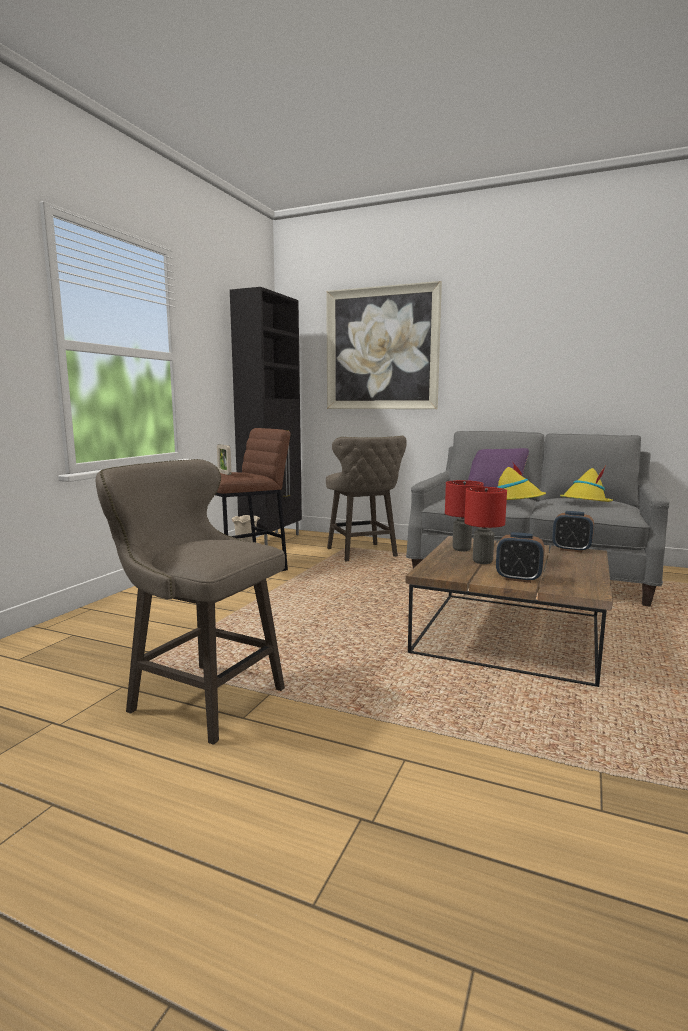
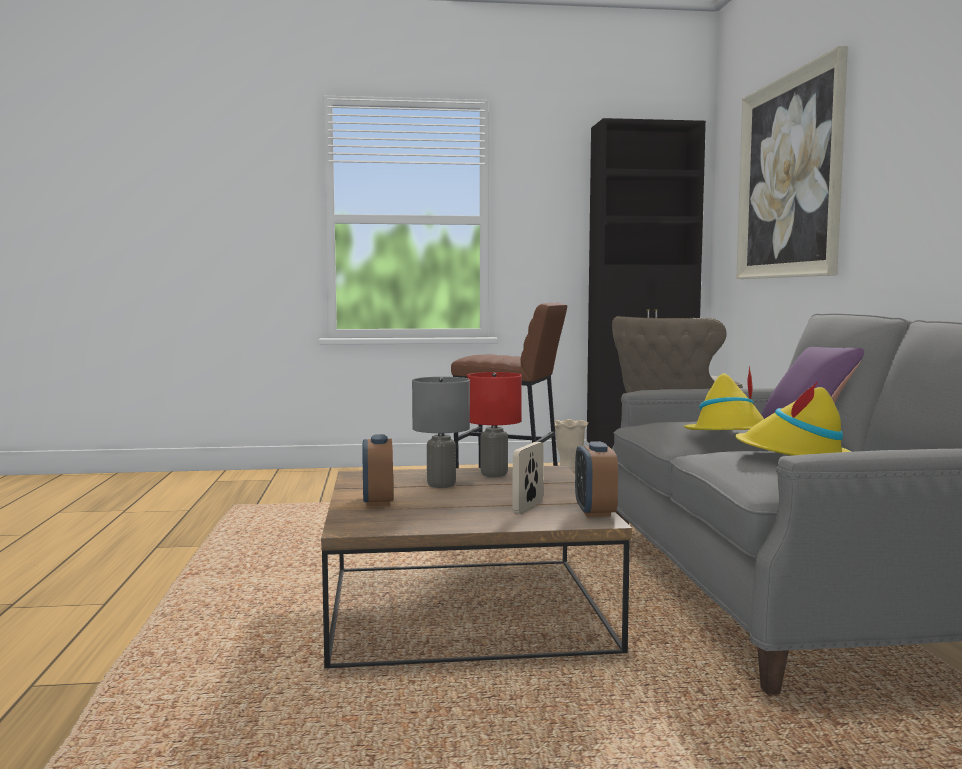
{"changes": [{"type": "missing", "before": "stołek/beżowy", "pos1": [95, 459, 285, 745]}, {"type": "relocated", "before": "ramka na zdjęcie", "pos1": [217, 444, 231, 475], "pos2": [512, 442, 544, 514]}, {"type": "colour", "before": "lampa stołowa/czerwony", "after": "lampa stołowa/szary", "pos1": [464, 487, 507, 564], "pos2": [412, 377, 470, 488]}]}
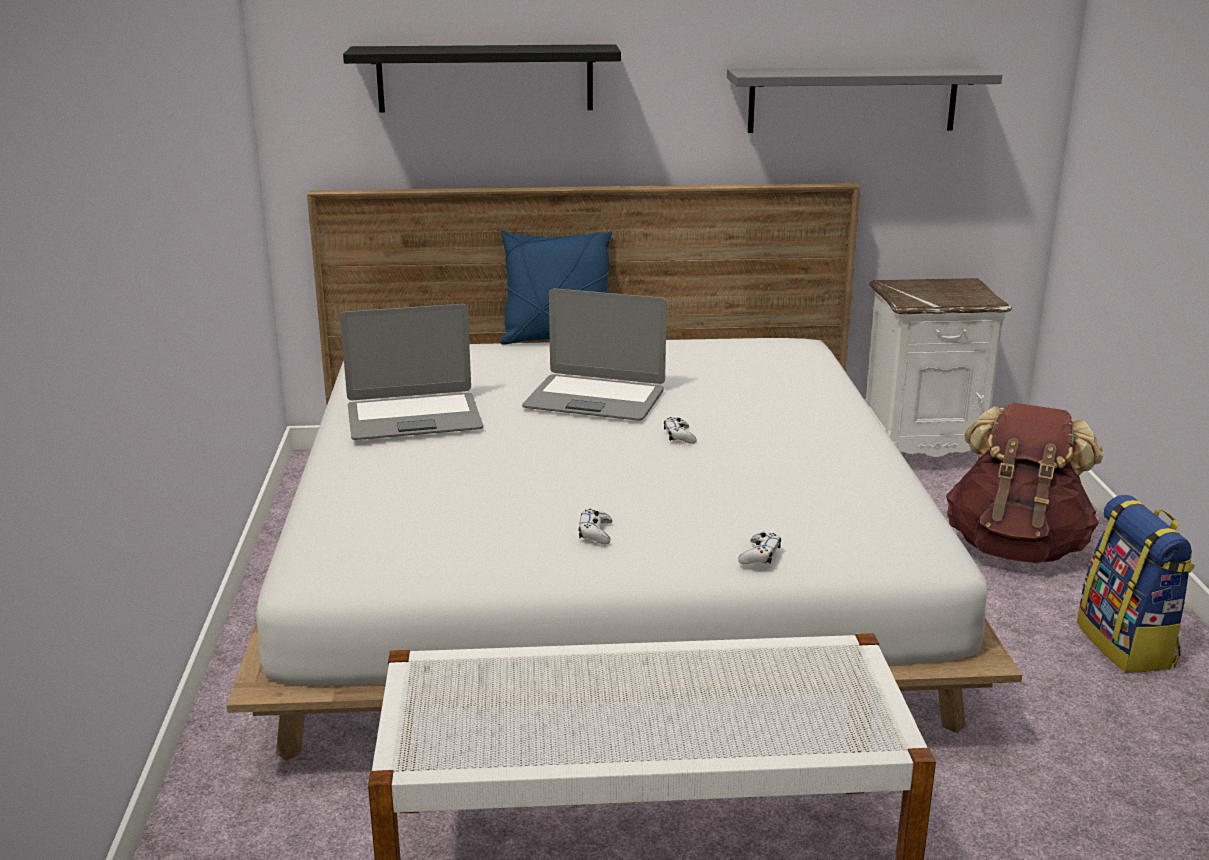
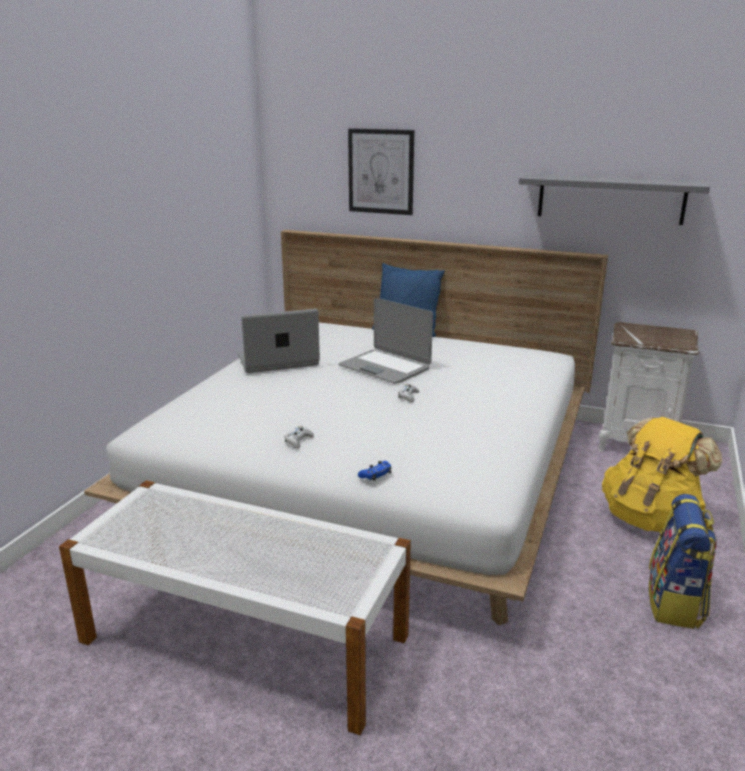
{"changes": [{"type": "exchanged", "before": "półka/czarny", "after": "obraz", "pos1": [343, 44, 621, 113], "pos2": [348, 128, 414, 215]}, {"type": "colour", "before": "pad do gier/biały", "after": "pad do gier/niebieski", "pos1": [738, 531, 781, 564], "pos2": [358, 461, 391, 481]}, {"type": "colour", "before": "plecak/brązowy", "after": "plecak/żółty", "pos1": [946, 403, 1103, 563], "pos2": [602, 417, 723, 532]}, {"type": "spun", "before": "laptop", "pos1": [340, 304, 483, 440], "pos2": [238, 309, 320, 373], "turn": 150}]}
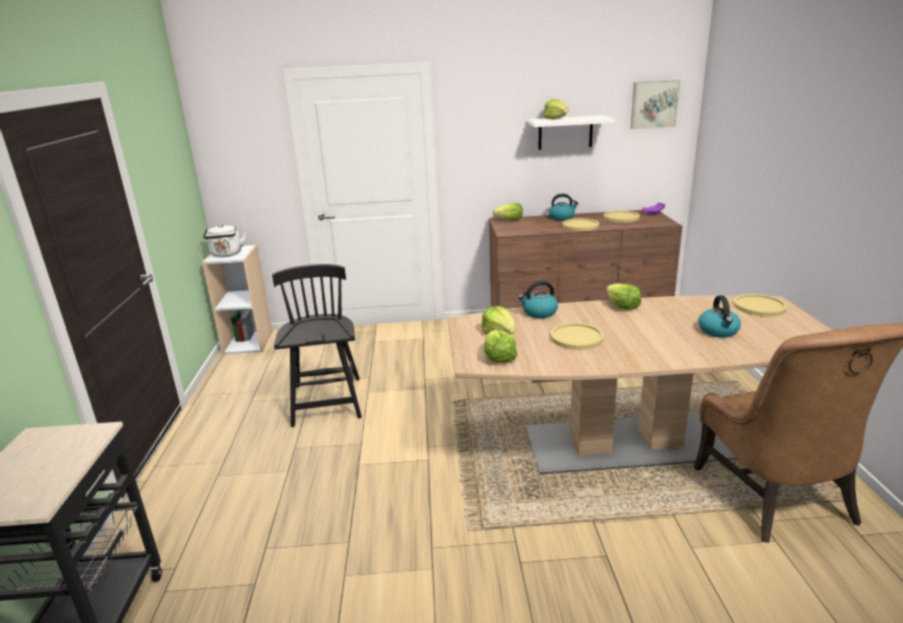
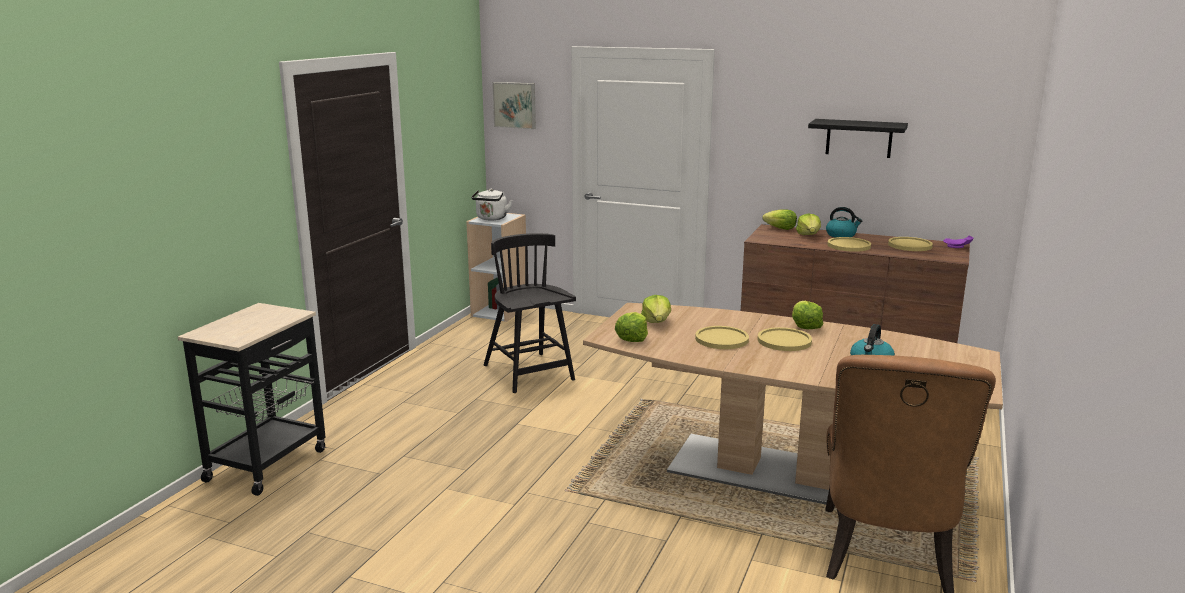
{"changes": [{"type": "missing", "before": "czajnik", "pos1": [518, 281, 558, 318]}, {"type": "relocated", "before": "sałata", "pos1": [544, 99, 568, 120], "pos2": [796, 213, 821, 235]}, {"type": "relocated", "before": "obraz", "pos1": [630, 80, 680, 129], "pos2": [492, 82, 536, 129]}, {"type": "relocated", "before": "talerz/żółty", "pos1": [733, 294, 787, 317], "pos2": [758, 327, 812, 351]}, {"type": "colour", "before": "półka/biały", "after": "półka/czarny", "pos1": [528, 115, 615, 150], "pos2": [808, 119, 908, 158]}, {"type": "spun", "before": "krzesło/czarny", "pos1": [272, 264, 362, 427], "pos2": [484, 233, 576, 393], "turn": -45}]}
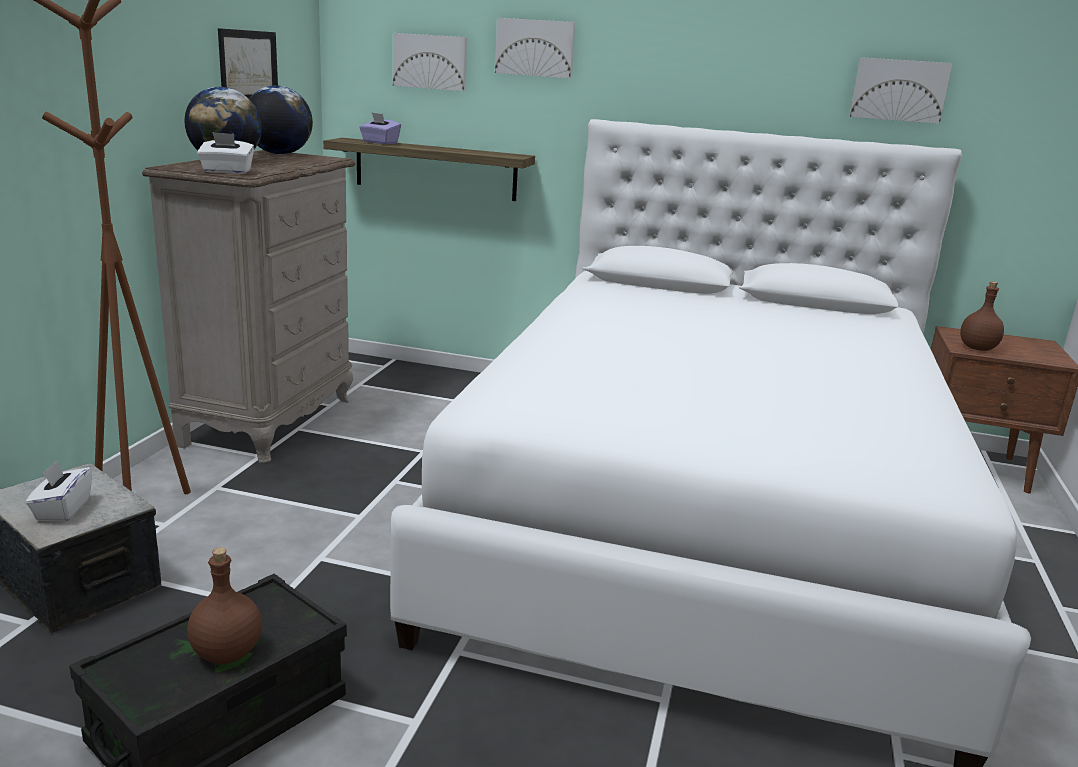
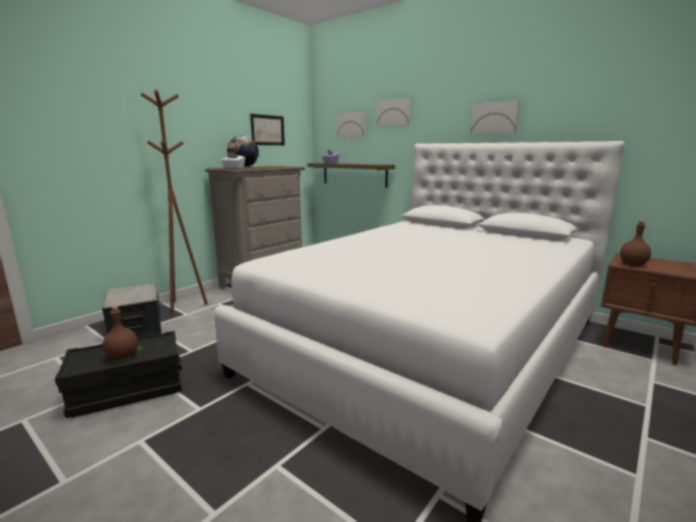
{"changes": [{"type": "missing", "before": "pudełko chusteczek/biały", "pos1": [26, 461, 92, 522]}, {"type": "missing", "before": "globus", "pos1": [249, 85, 313, 154]}, {"type": "relocated", "before": "obraz", "pos1": [849, 57, 953, 124], "pos2": [471, 100, 520, 134]}]}
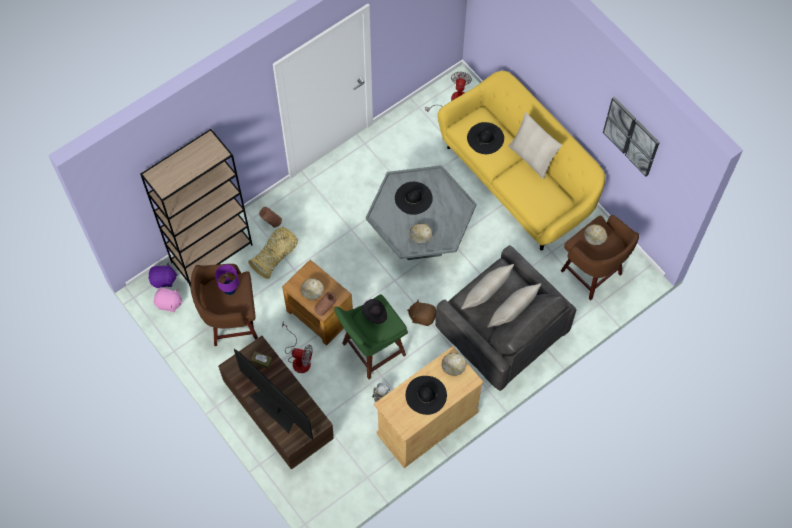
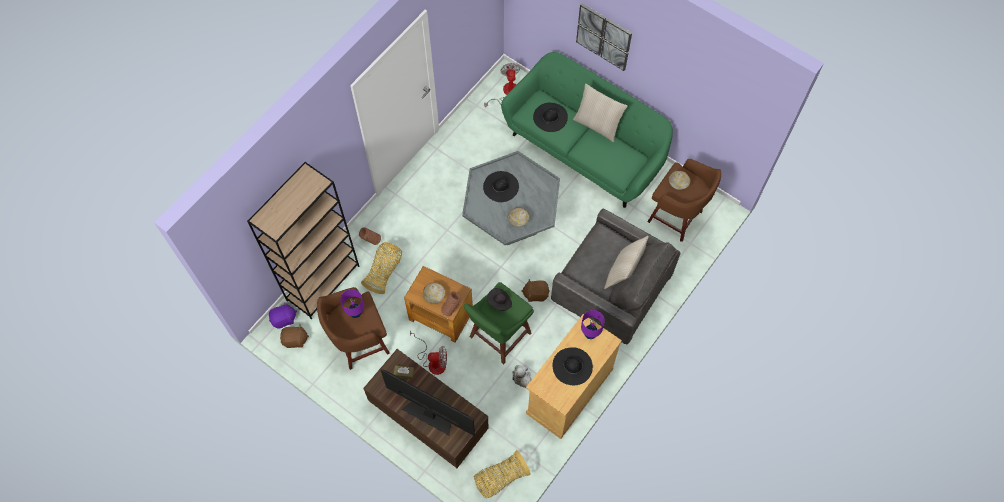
{"changes": [{"type": "missing", "before": "poduszka/beżowy", "pos1": [461, 264, 514, 310]}, {"type": "appeared", "after": "koszyk", "pos2": [474, 450, 531, 498]}, {"type": "relocated", "before": "obraz", "pos1": [603, 97, 660, 177], "pos2": [576, 3, 632, 71]}, {"type": "exchanged", "before": "miska", "after": "lampa stołowa/fioletowy", "pos1": [442, 353, 466, 376], "pos2": [581, 310, 605, 339]}, {"type": "colour", "before": "pluszak/różowy", "after": "pluszak/brązowy", "pos1": [154, 288, 183, 312], "pos2": [280, 325, 309, 348]}, {"type": "colour", "before": "kanapa/żółty", "after": "kanapa/zielony", "pos1": [437, 71, 605, 251], "pos2": [501, 52, 673, 208]}]}
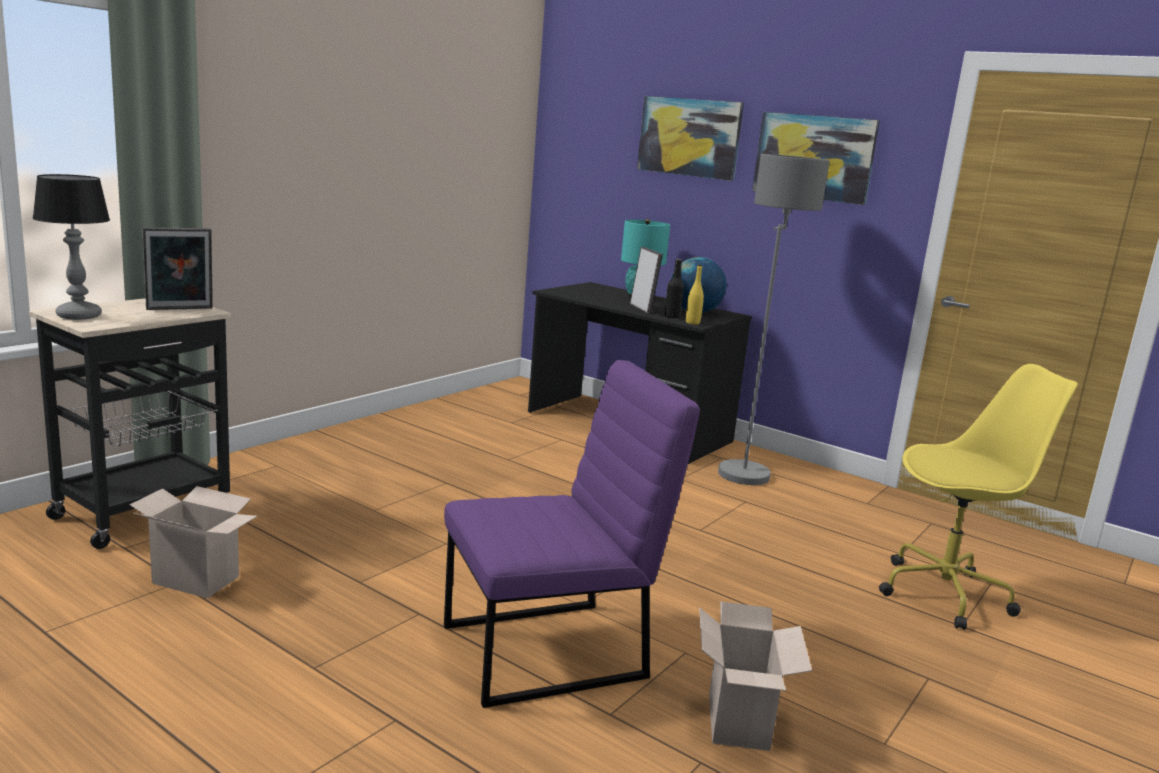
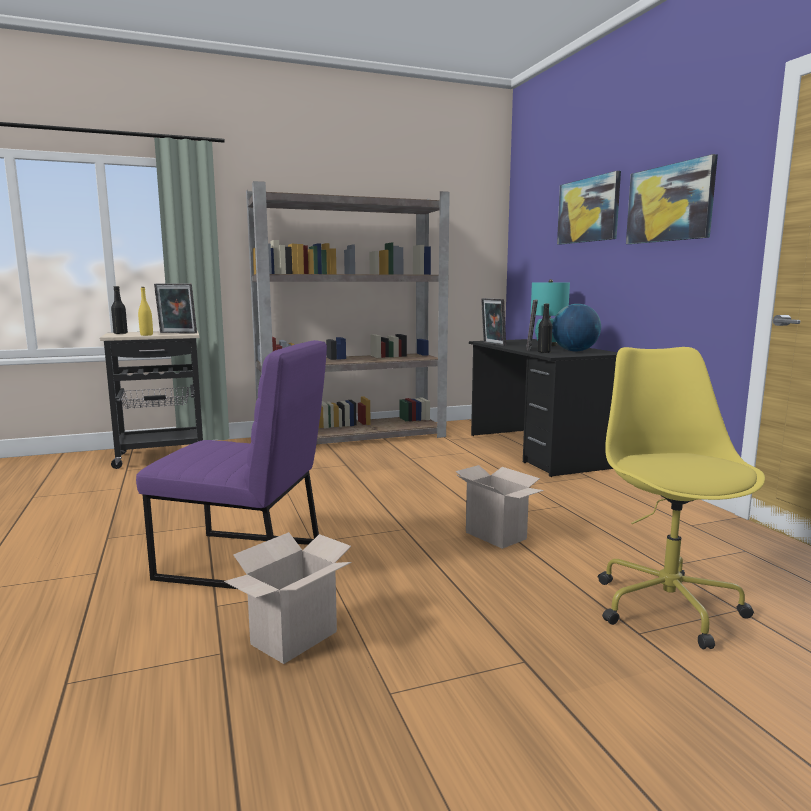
{"changes": [{"type": "missing", "before": "lampa stojąca/szary", "pos1": [718, 154, 829, 485]}, {"type": "appeared", "after": "regał/brązowy", "pos2": [246, 181, 450, 444]}, {"type": "appeared", "after": "ramka na zdjęcie", "pos2": [481, 298, 506, 346]}, {"type": "relocated", "before": "karton", "pos1": [130, 486, 257, 598], "pos2": [456, 465, 544, 549]}, {"type": "relocated", "before": "butelka/żółty", "pos1": [686, 264, 704, 325], "pos2": [138, 287, 153, 336]}, {"type": "exchanged", "before": "lampa stołowa", "after": "butelka/czarny", "pos1": [32, 174, 110, 320], "pos2": [111, 286, 128, 334]}, {"type": "spun", "before": "krzesło biurowe/żółty", "pos1": [879, 364, 1078, 630], "pos2": [598, 347, 765, 649], "turn": -120}]}
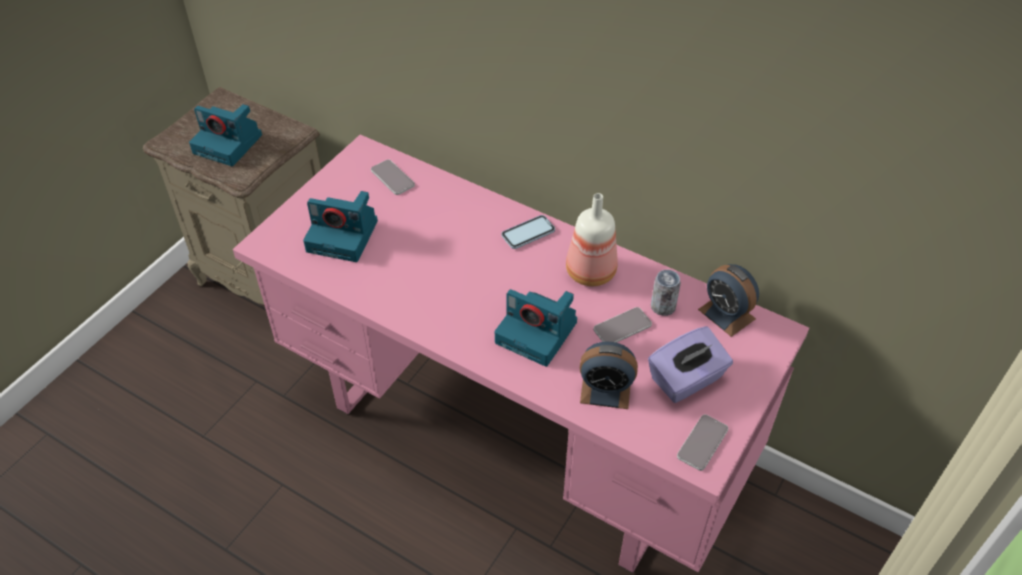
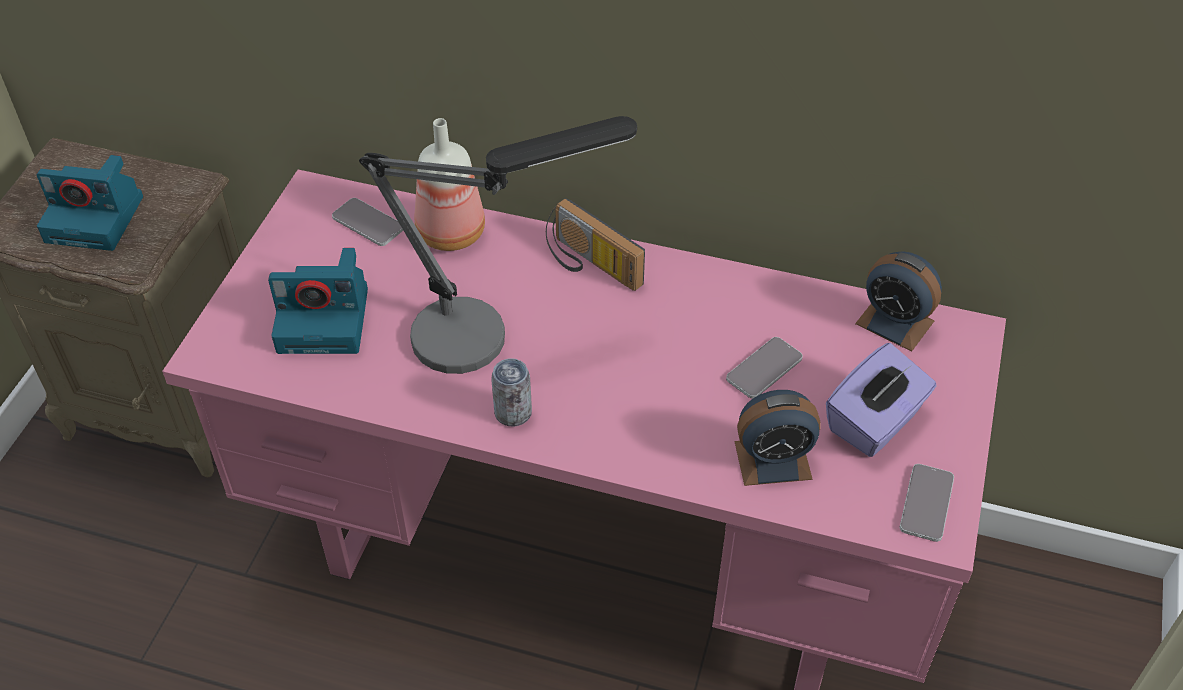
{"changes": [{"type": "missing", "before": "aparat fotograficzny", "pos1": [495, 289, 577, 367]}, {"type": "appeared", "after": "lampa stołowa", "pos2": [359, 116, 637, 374]}, {"type": "relocated", "before": "butelka", "pos1": [566, 193, 618, 286], "pos2": [415, 118, 485, 251]}, {"type": "relocated", "before": "puszka", "pos1": [651, 270, 681, 316], "pos2": [491, 358, 532, 426]}, {"type": "exchanged", "before": "telefon", "after": "radio", "pos1": [501, 215, 555, 249], "pos2": [546, 198, 645, 291]}]}
